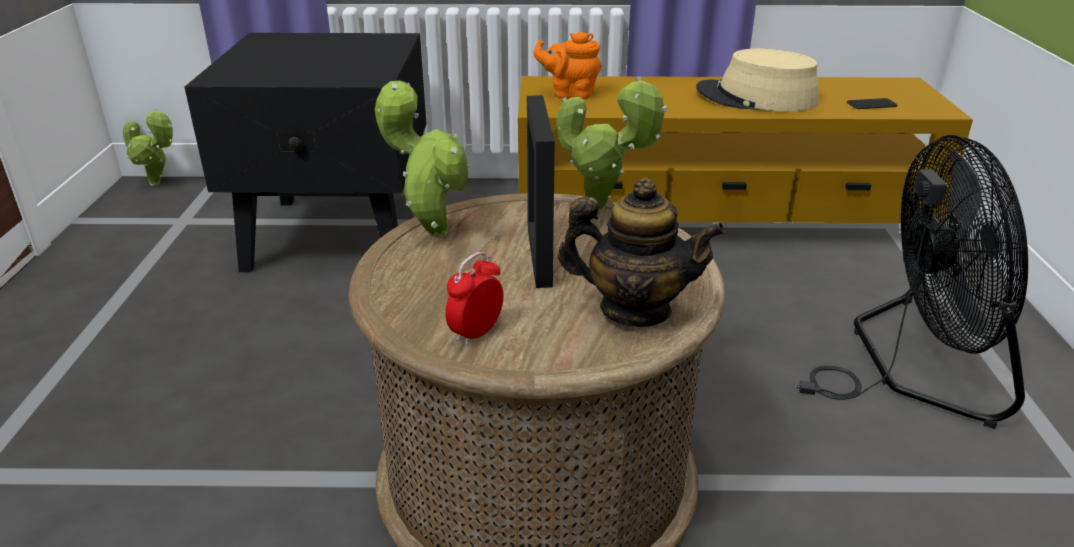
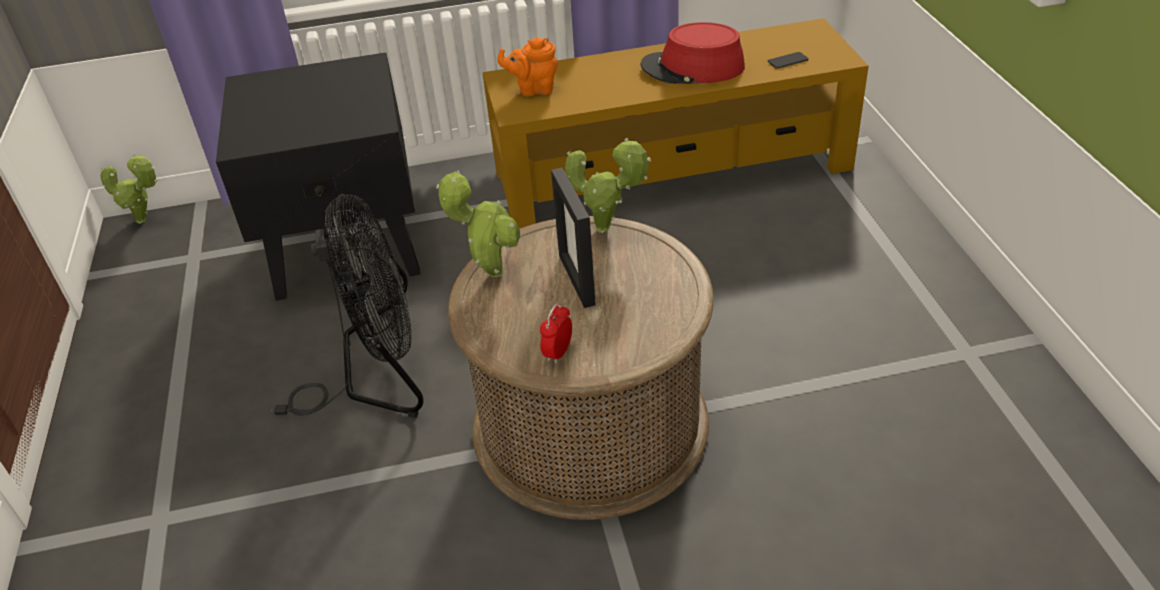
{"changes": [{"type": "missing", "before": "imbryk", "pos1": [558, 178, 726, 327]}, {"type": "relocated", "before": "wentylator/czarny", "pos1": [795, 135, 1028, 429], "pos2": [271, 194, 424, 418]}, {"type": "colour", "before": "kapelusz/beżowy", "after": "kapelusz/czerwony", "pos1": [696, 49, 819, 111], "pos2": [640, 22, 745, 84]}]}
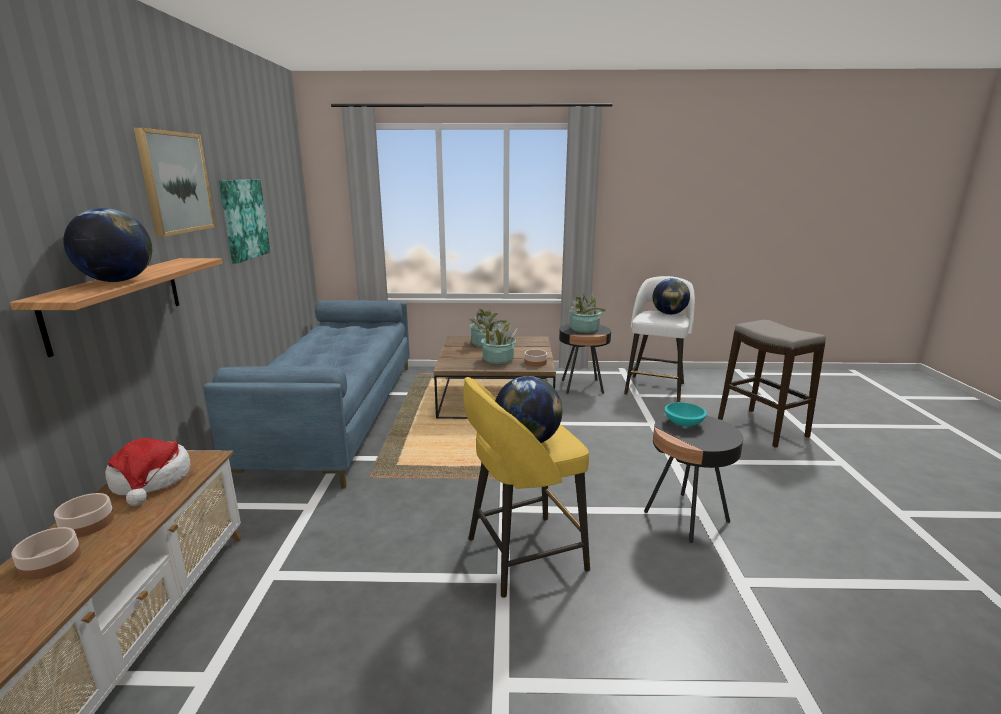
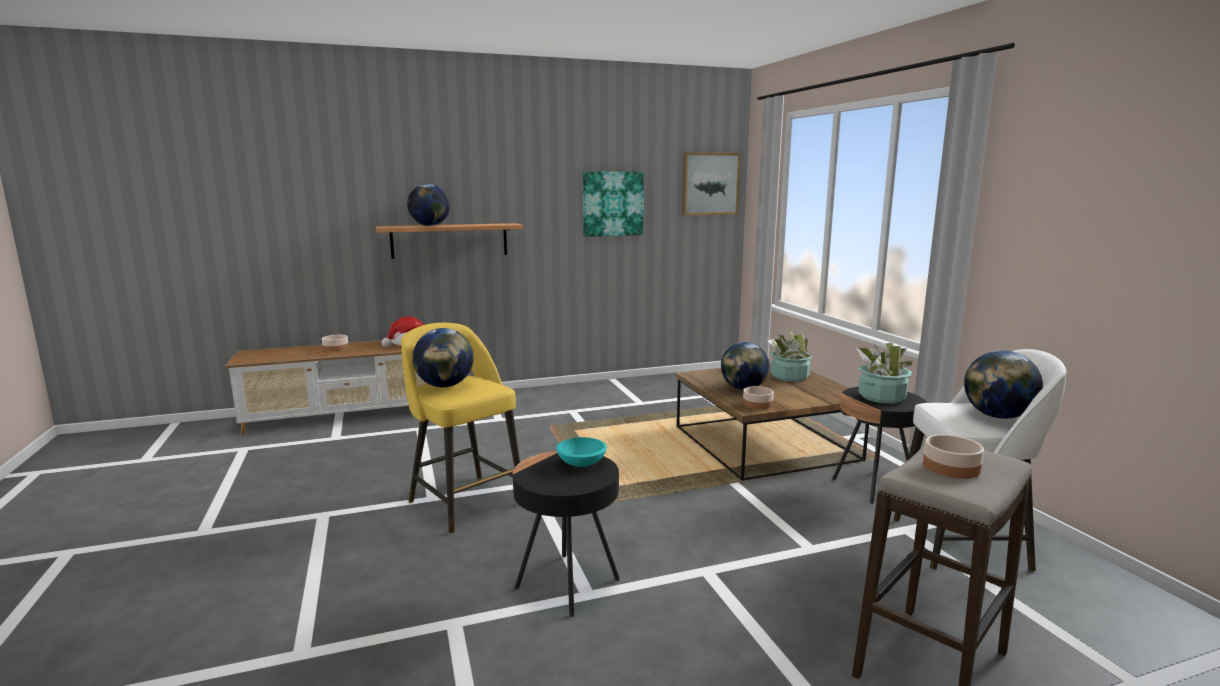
{"changes": [{"type": "missing", "before": "kanapa/niebieski", "pos1": [203, 301, 410, 489]}, {"type": "relocated", "before": "miska", "pos1": [54, 493, 114, 538], "pos2": [923, 435, 984, 479]}, {"type": "relocated", "before": "obraz", "pos1": [134, 128, 216, 237], "pos2": [682, 152, 741, 215]}, {"type": "exchanged", "before": "roślina doniczkowa", "after": "globus", "pos1": [479, 322, 518, 364], "pos2": [721, 342, 769, 390]}]}
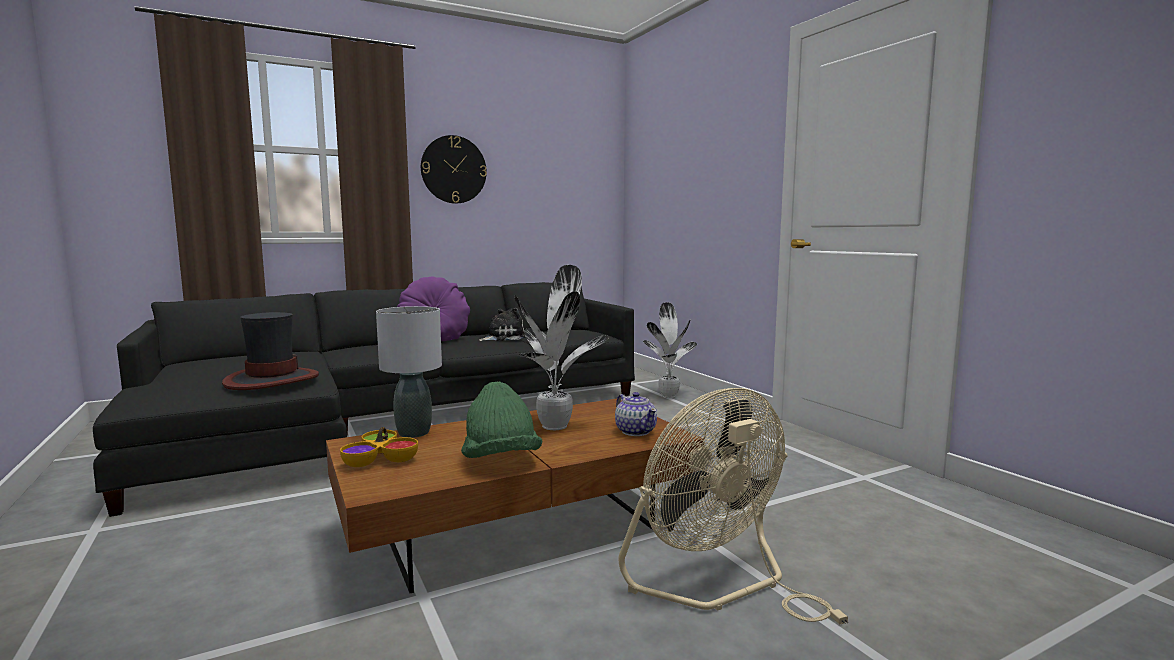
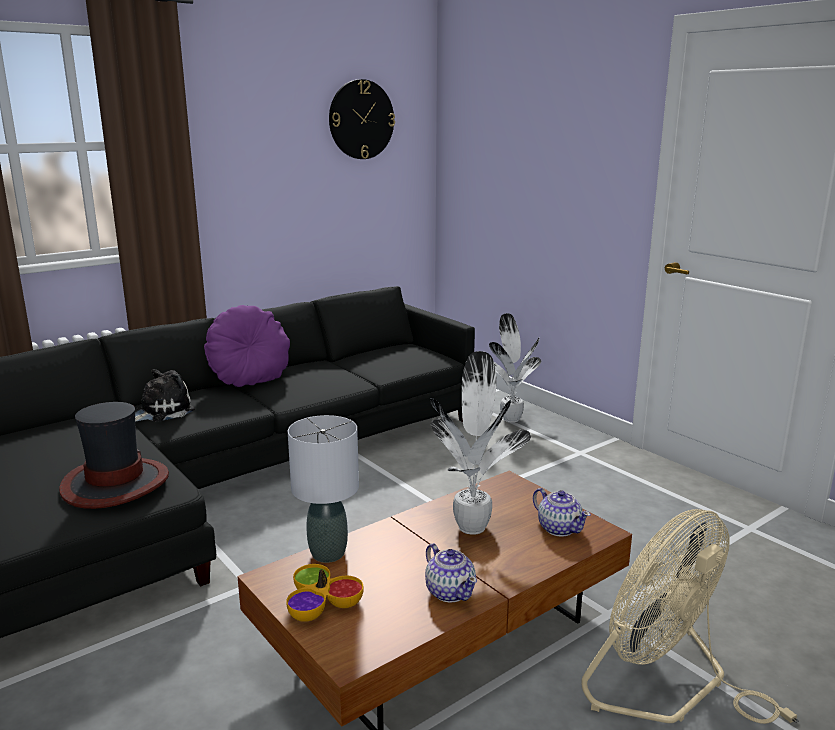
{"changes": [{"type": "relocated", "before": "zegar ścienny", "pos1": [421, 135, 487, 204], "pos2": [329, 79, 395, 159]}, {"type": "relocated", "before": "pluszak", "pos1": [479, 308, 526, 341], "pos2": [135, 369, 195, 422]}, {"type": "exchanged", "before": "kapelusz/zielony", "after": "imbryk", "pos1": [461, 382, 542, 458], "pos2": [425, 543, 477, 603]}]}
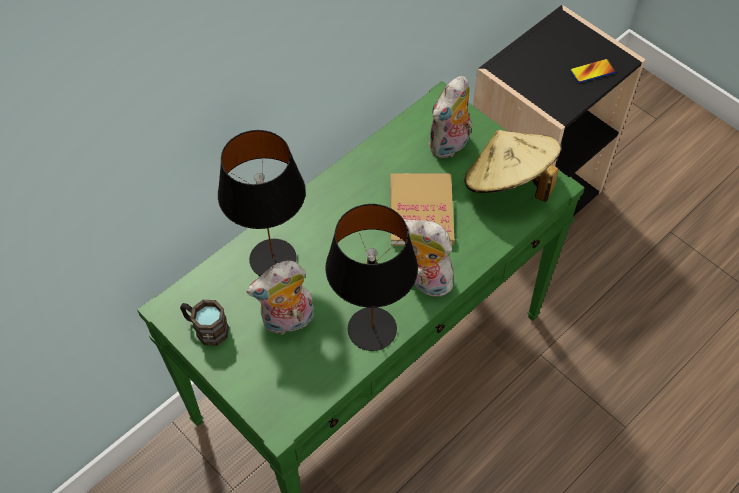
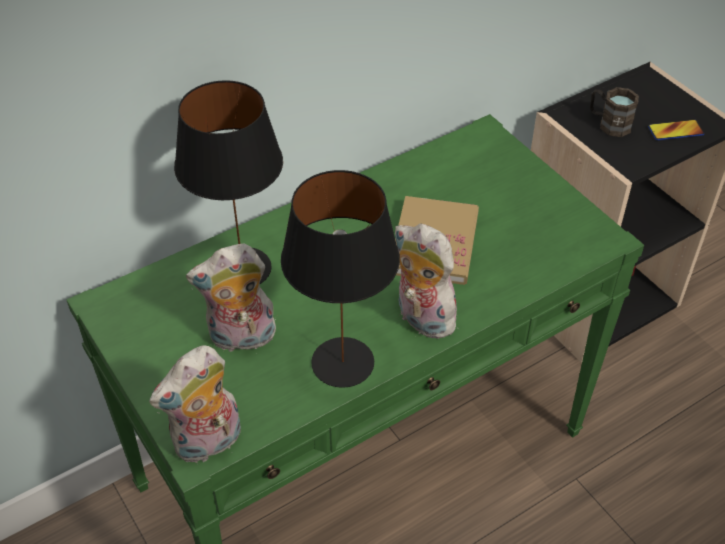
{"changes": [{"type": "missing", "before": "kapelusz/beżowy", "pos1": [465, 130, 561, 202]}, {"type": "relocated", "before": "kubek/brązowy", "pos1": [180, 300, 229, 346], "pos2": [590, 87, 639, 137]}, {"type": "relocated", "before": "pluszak", "pos1": [429, 76, 472, 159], "pos2": [149, 345, 241, 463]}]}
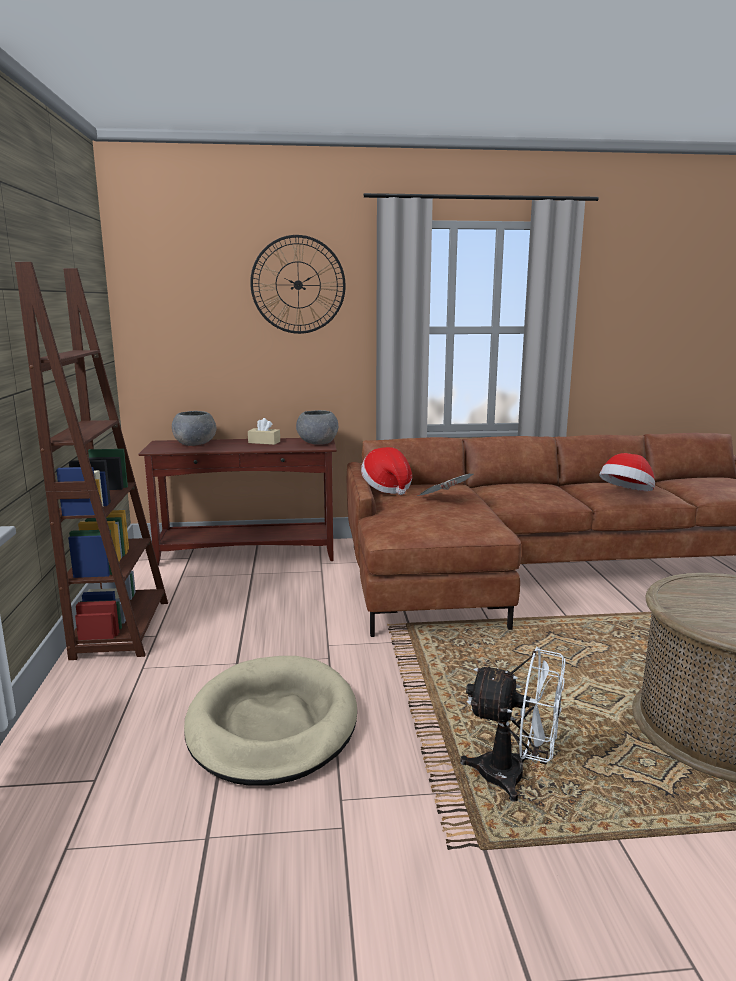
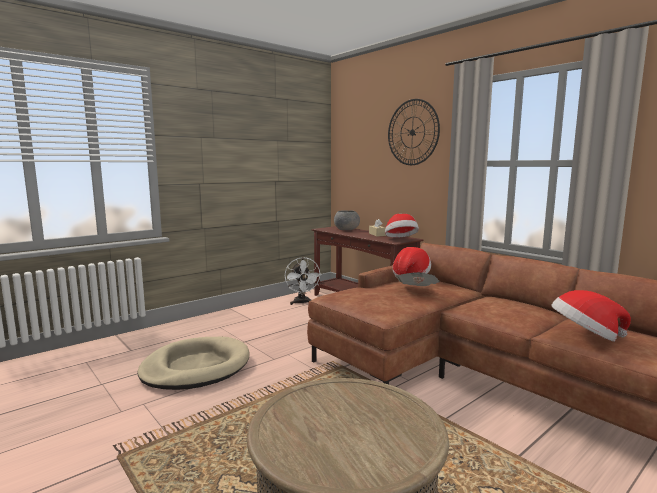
{"changes": [{"type": "missing", "before": "regał/brązowy", "pos1": [15, 262, 168, 660]}, {"type": "relocated", "before": "wentylator/biały", "pos1": [460, 647, 565, 802], "pos2": [285, 257, 321, 305]}, {"type": "exchanged", "before": "miska/szary", "after": "kapelusz", "pos1": [296, 410, 338, 445], "pos2": [385, 214, 419, 238]}]}
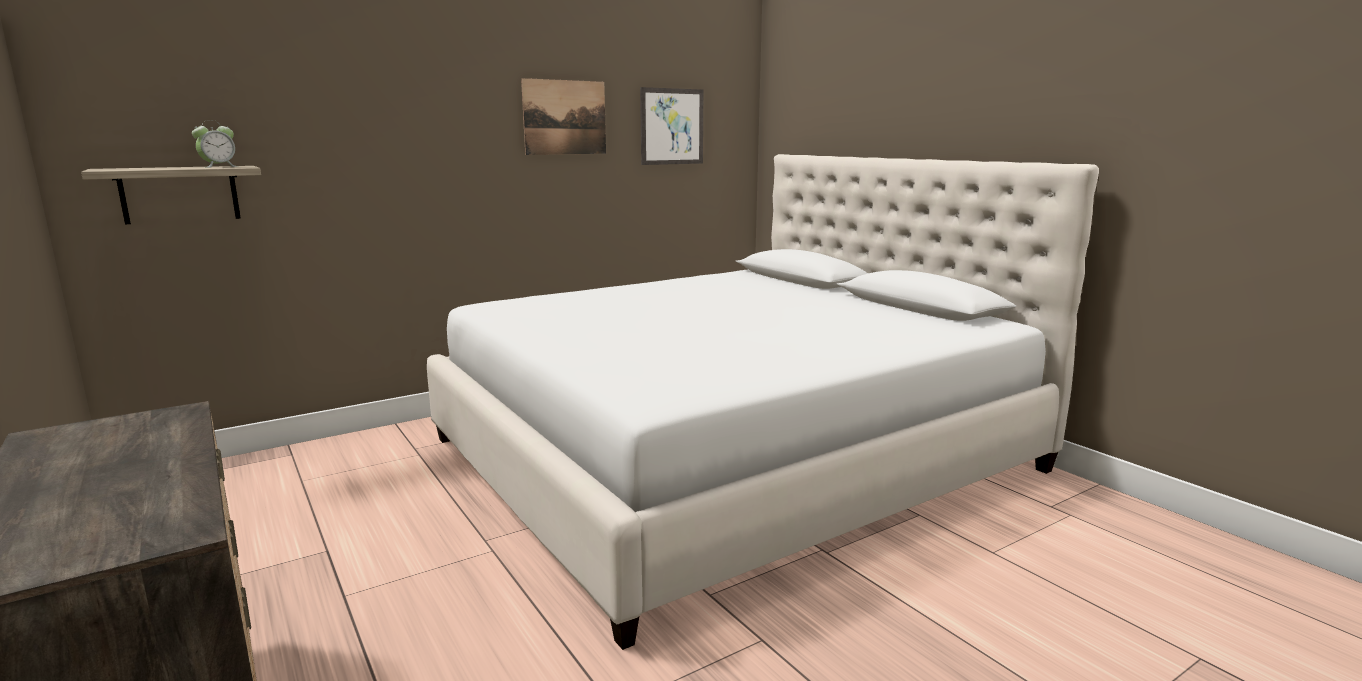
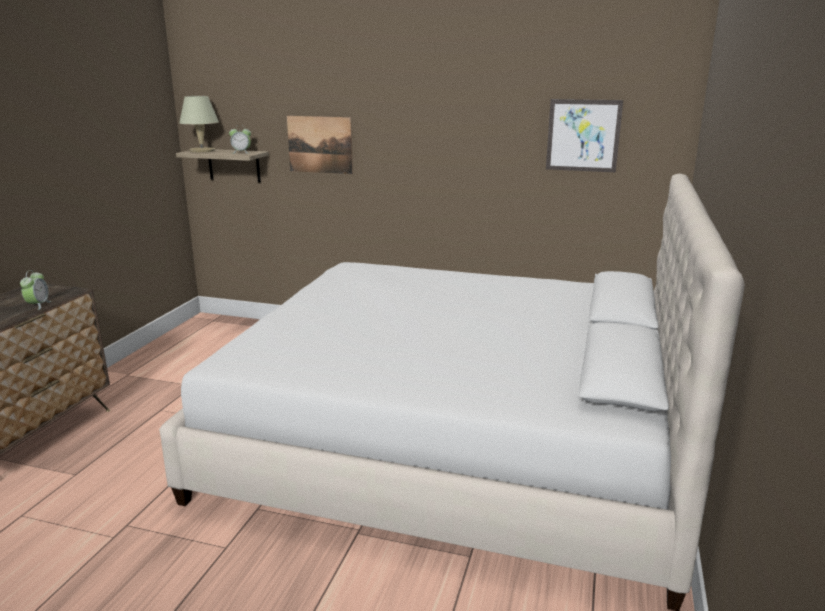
{"changes": [{"type": "appeared", "after": "budzik", "pos2": [20, 270, 51, 310]}, {"type": "appeared", "after": "lampa stołowa/beżowy", "pos2": [179, 96, 219, 152]}, {"type": "relocated", "before": "obraz", "pos1": [521, 78, 606, 155], "pos2": [287, 116, 353, 174]}]}
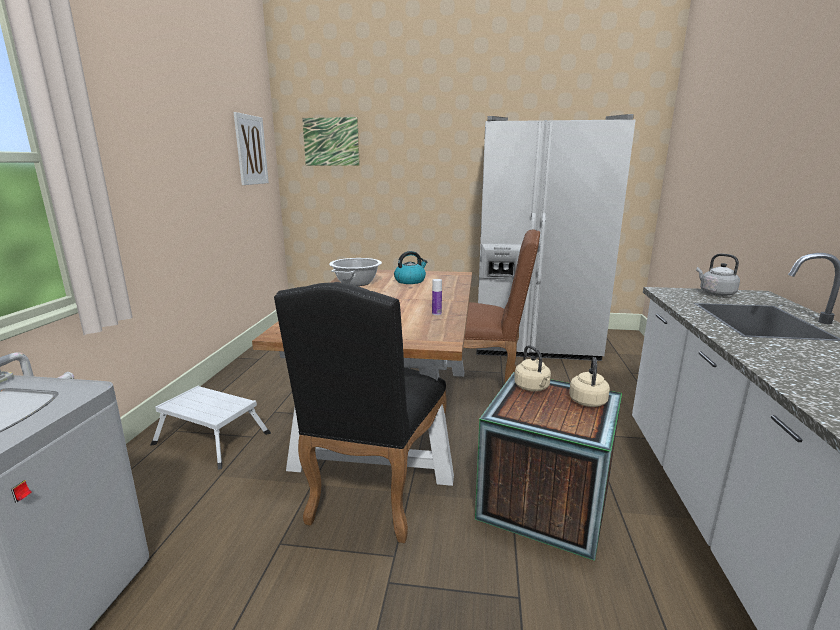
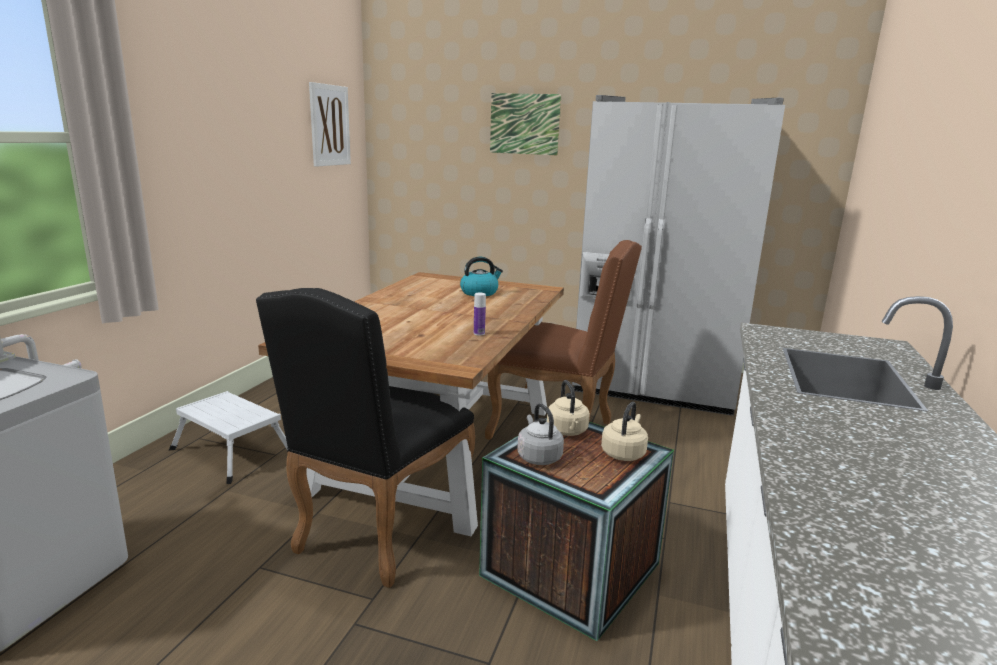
{"changes": [{"type": "missing", "before": "garnek", "pos1": [329, 258, 382, 286]}, {"type": "relocated", "before": "obraz", "pos1": [302, 117, 360, 166], "pos2": [490, 93, 561, 156]}, {"type": "relocated", "before": "czajnik/szary", "pos1": [696, 253, 740, 296], "pos2": [517, 403, 564, 465]}]}
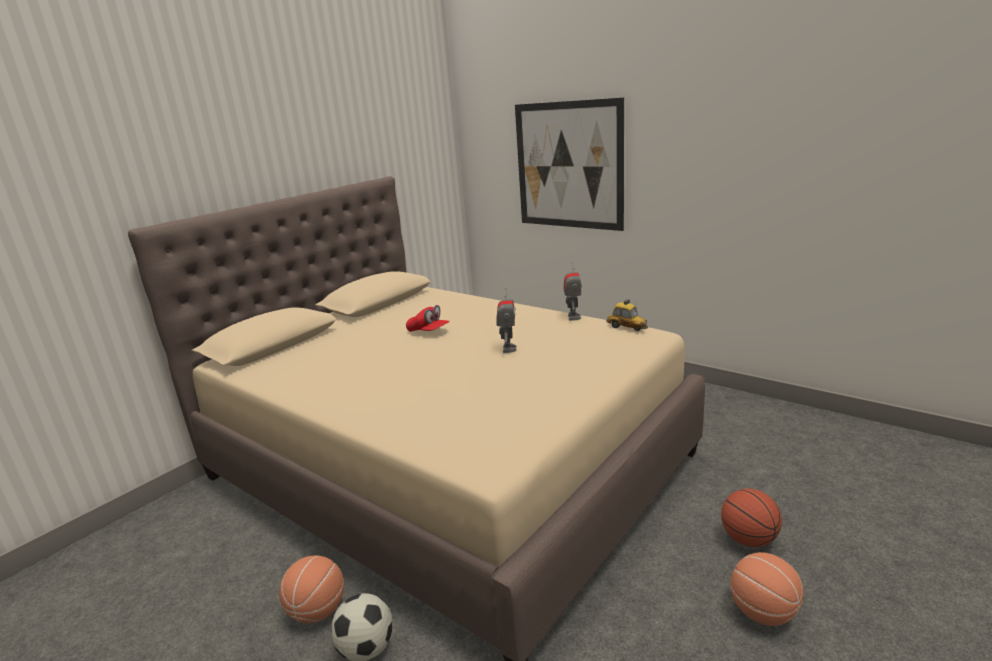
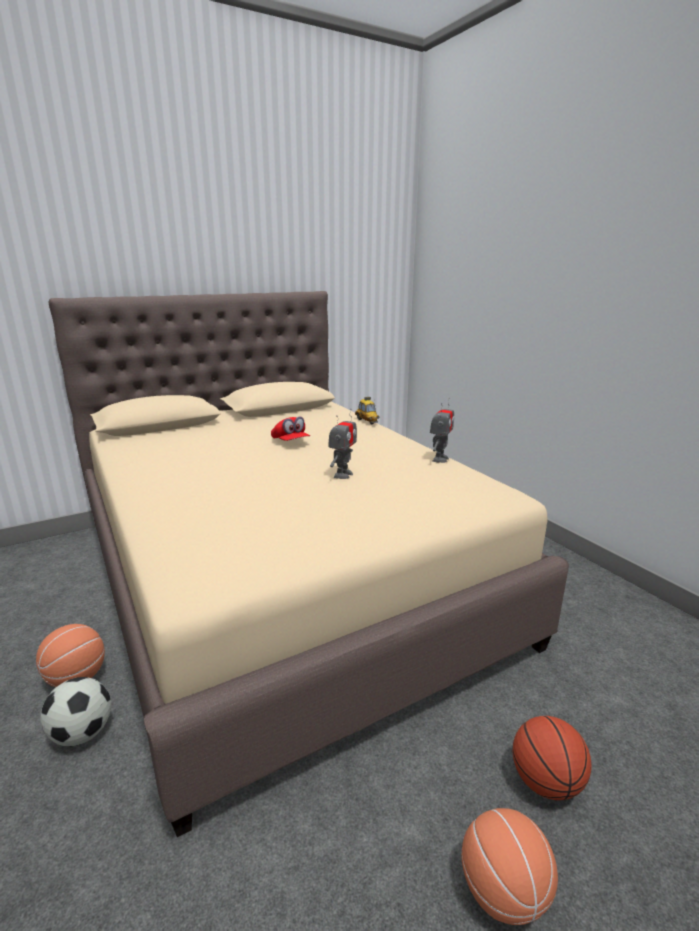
{"changes": [{"type": "missing", "before": "obraz", "pos1": [515, 98, 624, 231]}, {"type": "relocated", "before": "samochodzik", "pos1": [606, 299, 648, 331], "pos2": [355, 397, 380, 424]}]}
